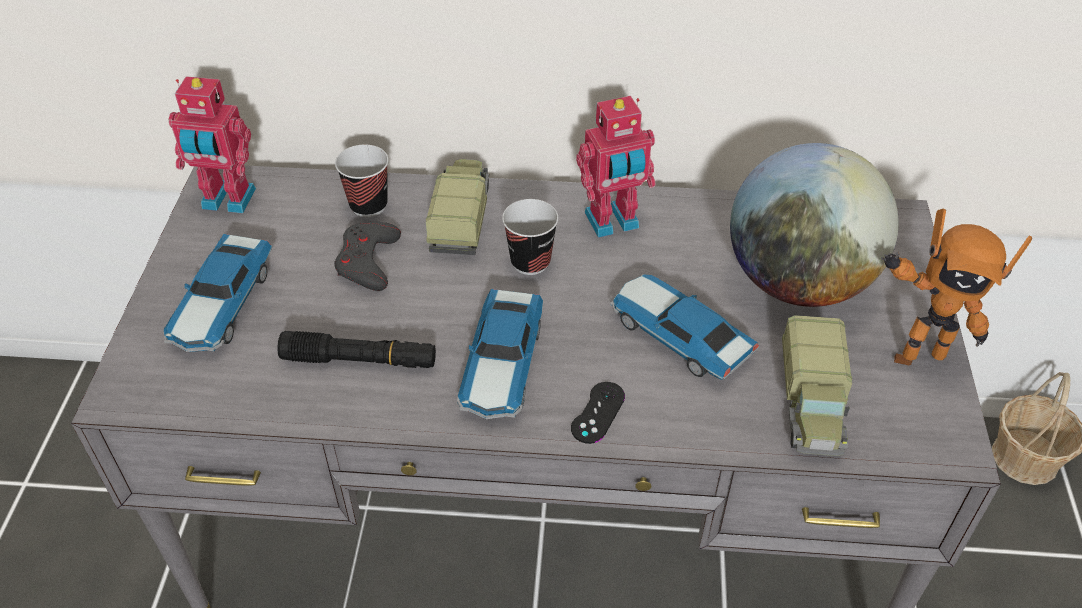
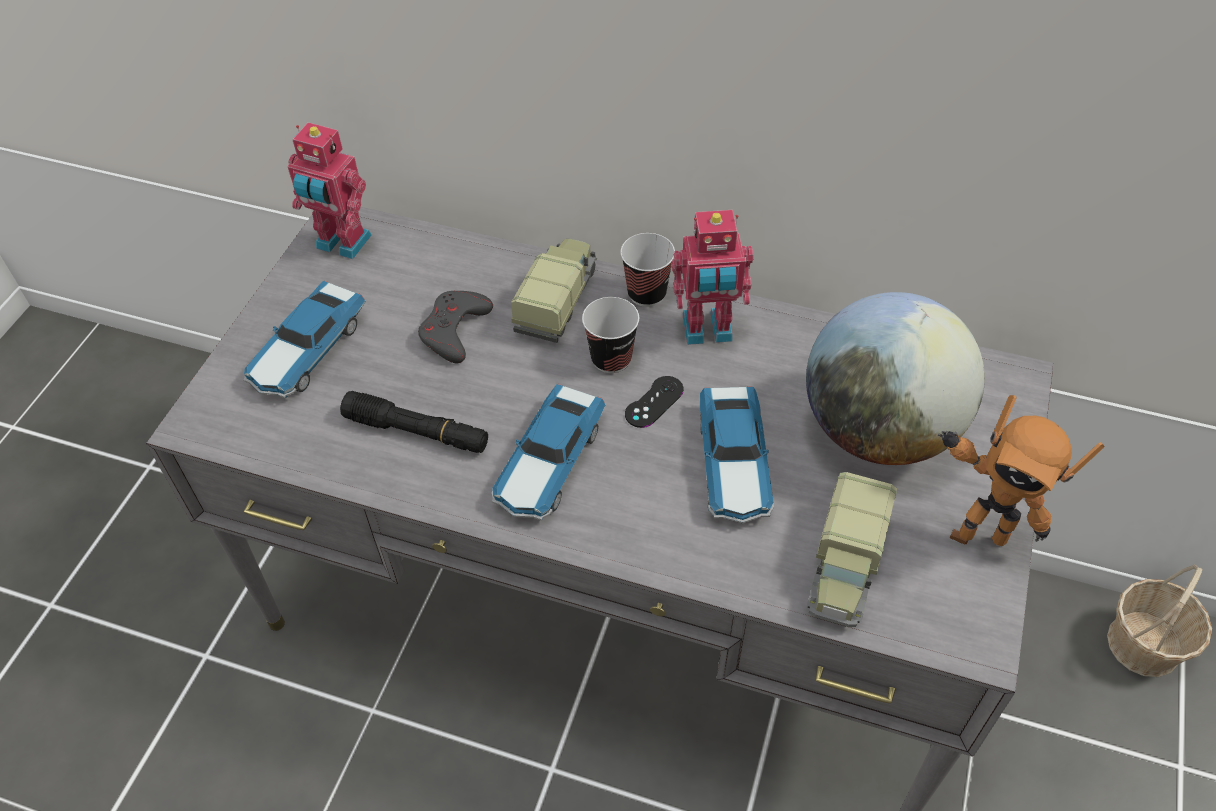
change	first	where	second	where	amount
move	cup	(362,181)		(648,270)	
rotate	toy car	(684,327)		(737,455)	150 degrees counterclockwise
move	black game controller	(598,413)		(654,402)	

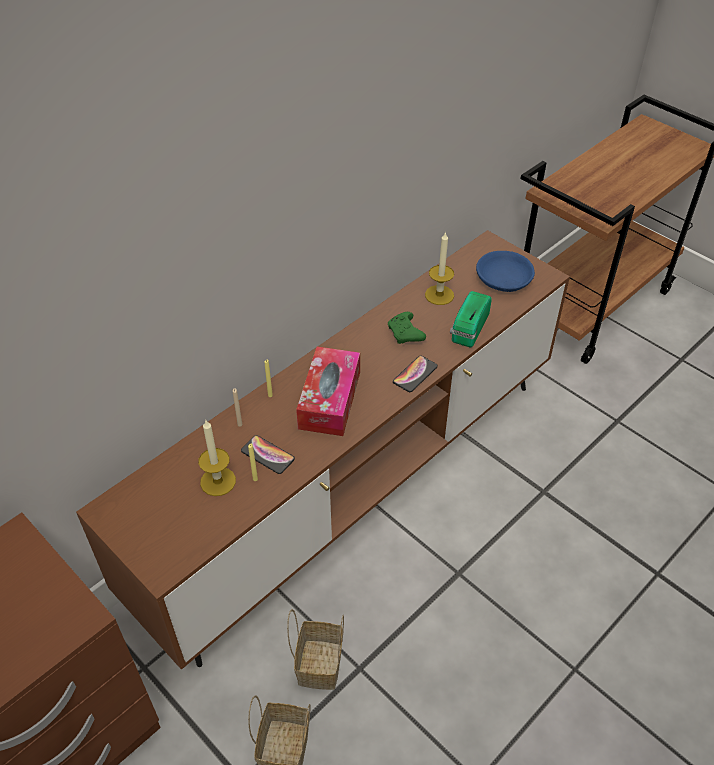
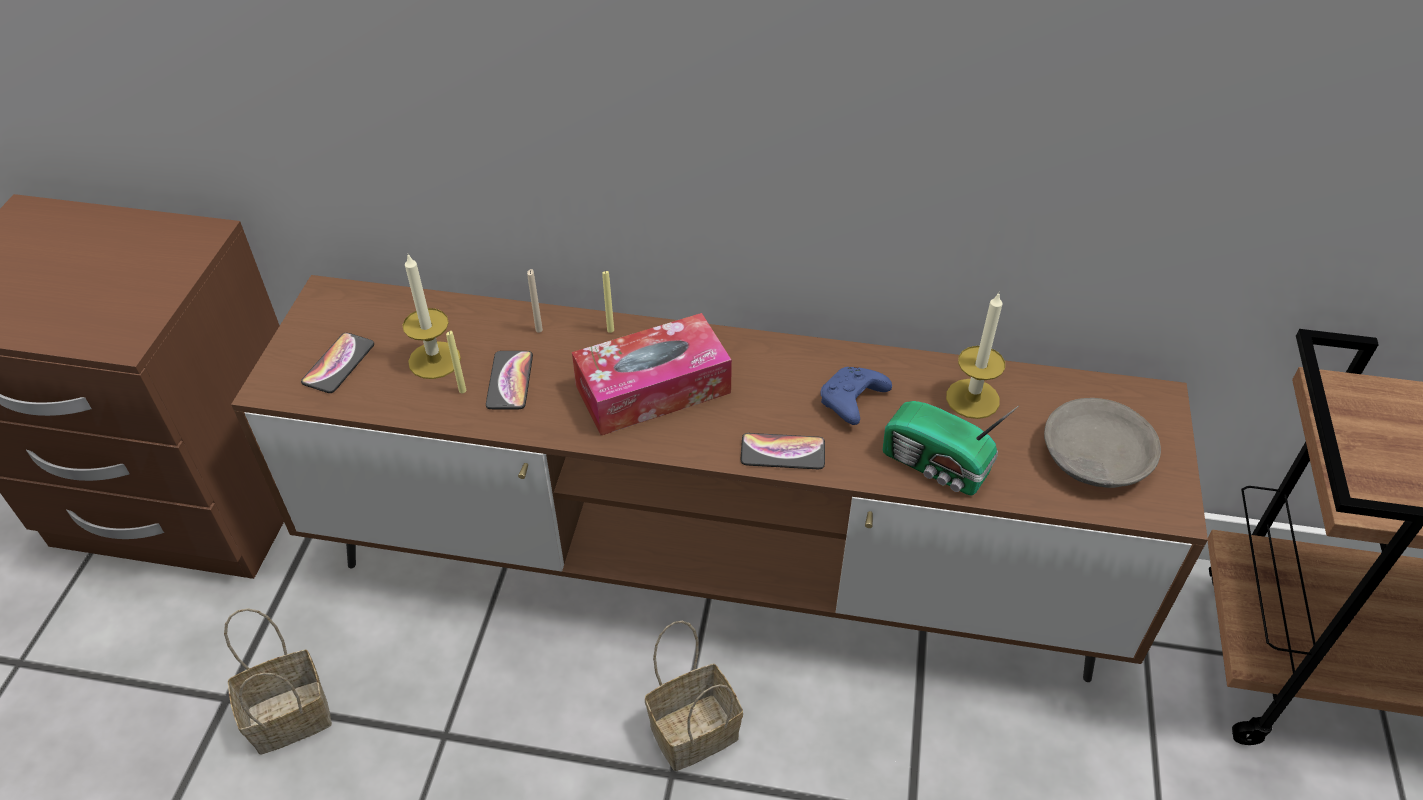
change	first	where	second	where	amount
recolor	blue bowl	(505,271)	grey bowl	(1102,443)	
rotate	radio	(470,319)		(951,448)	135 degrees counterclockwise
recolor	green game controller	(407,328)	blue game controller	(856,396)	
move	basket	(315,649)		(694,696)	
insert			phone	(337,363)	

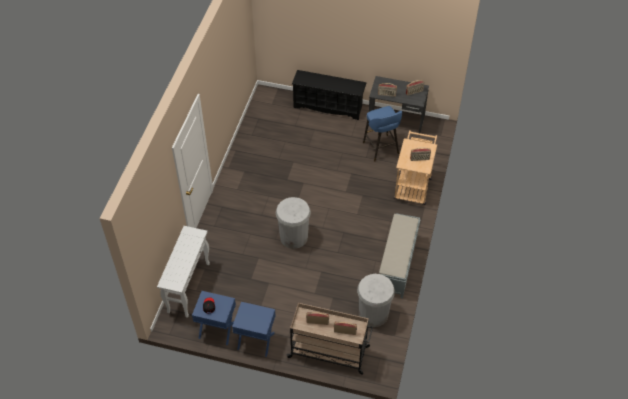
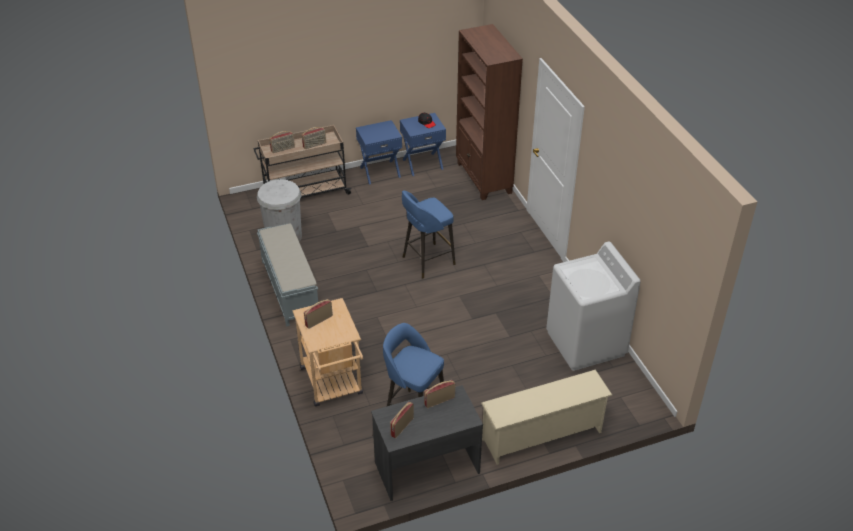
change	first	where	second	where	amount
recolor	black shoe rack	(329,95)	beige shoe rack	(547,417)	
replace	white trash can	(293,223)	blue stool	(429,234)	
replace	white console table	(183,272)	brown bookcase	(489,112)	
insert			white washing machine	(593,306)	

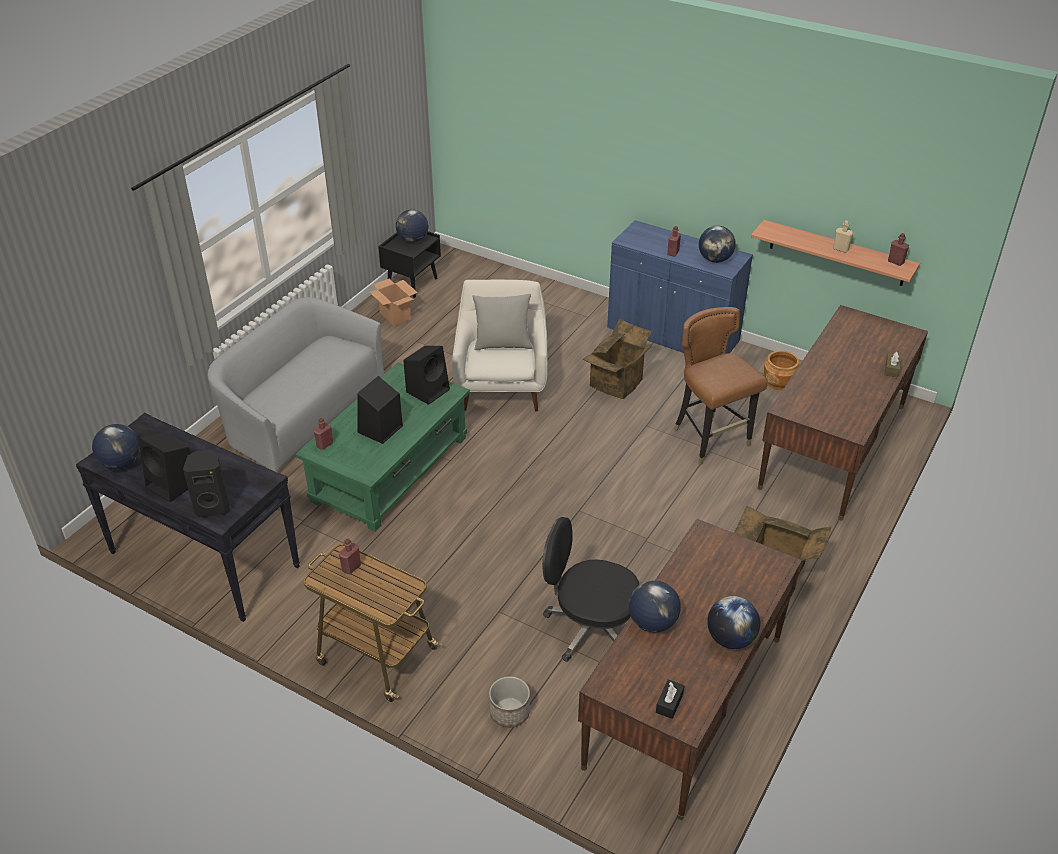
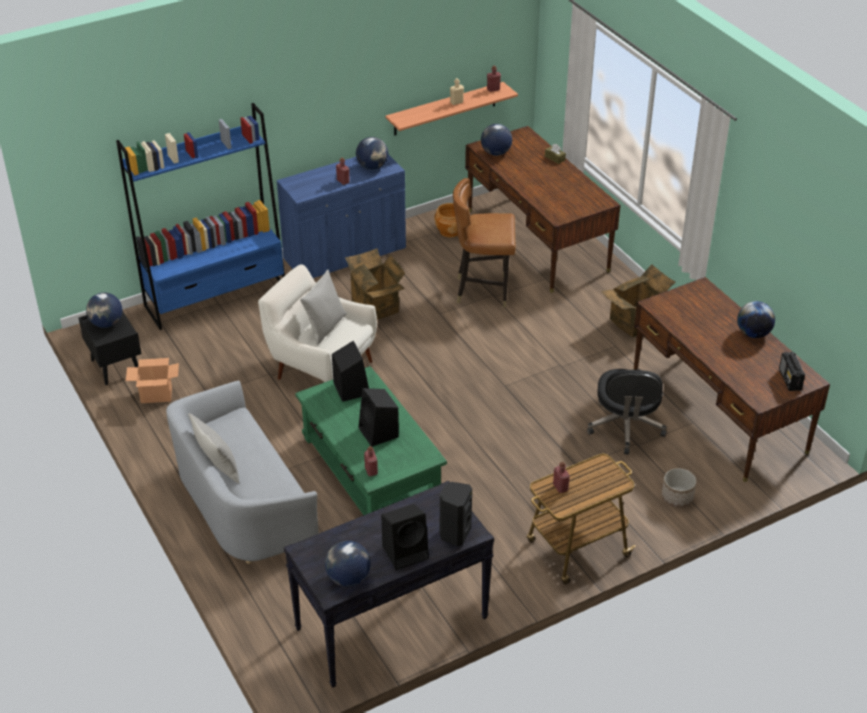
change	first	where	second	where	amount
rotate	black office chair	(590,589)		(627,412)	45 degrees counterclockwise
move	globe	(655,606)		(496,140)	
replace	black tissue box	(670,699)	radio	(792,371)	
insert			blue bookcase	(200,216)	
insert			grey pillow	(213,448)	

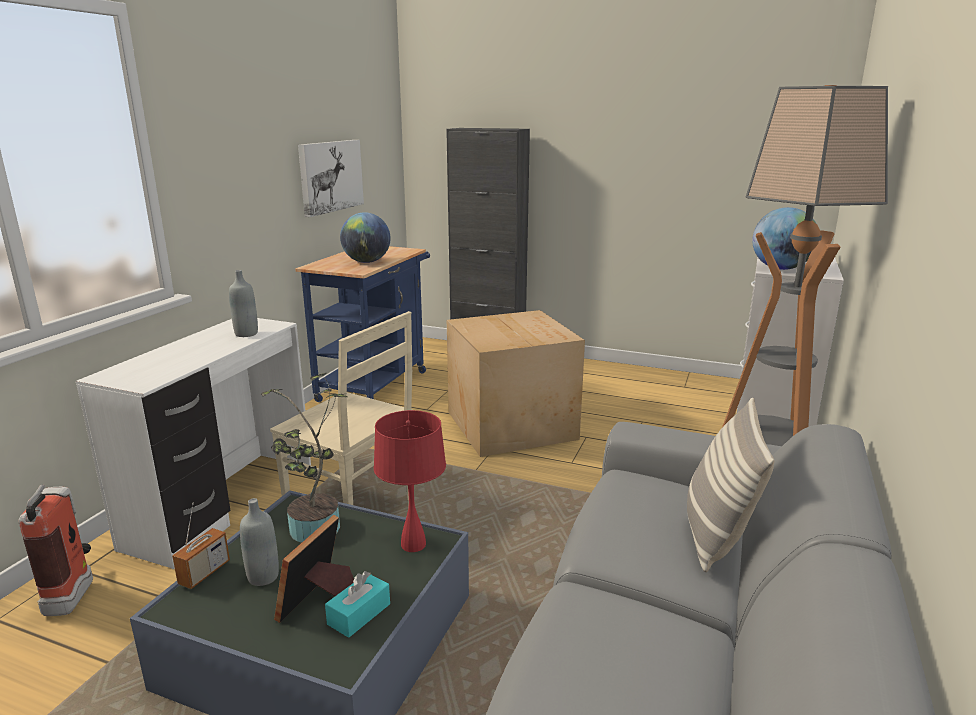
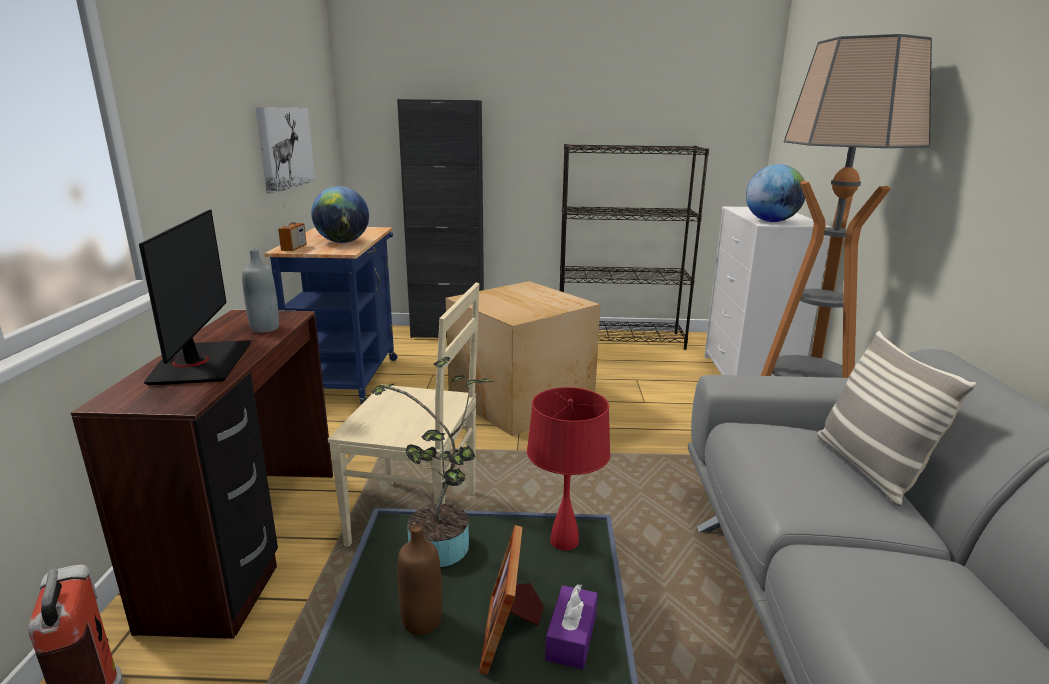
change	first	where	second	where	amount
recolor	white desk	(193,443)	brown desk	(202,474)	
recolor	grey bottle	(259,542)	brown bottle	(419,579)	
move	radio	(201,546)		(292,225)	
recolor	turquoise tissue box	(357,604)	purple tissue box	(571,627)	
insert			black bookcase	(634,247)	
insert			monitor	(195,297)	

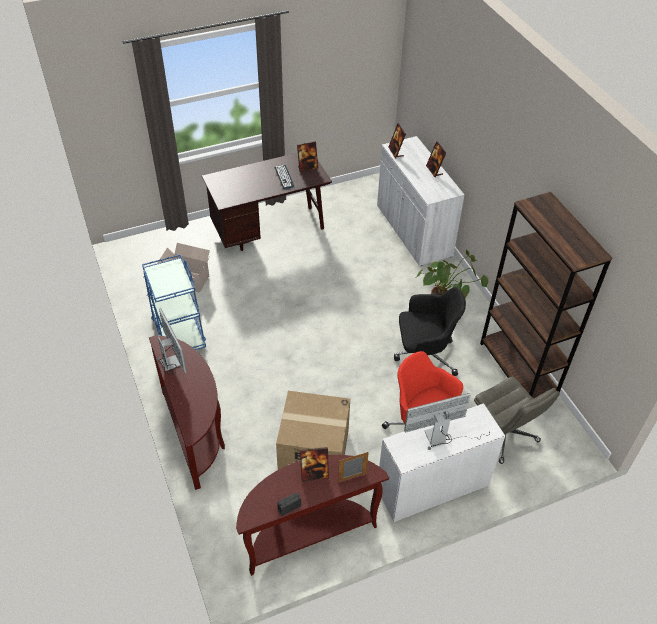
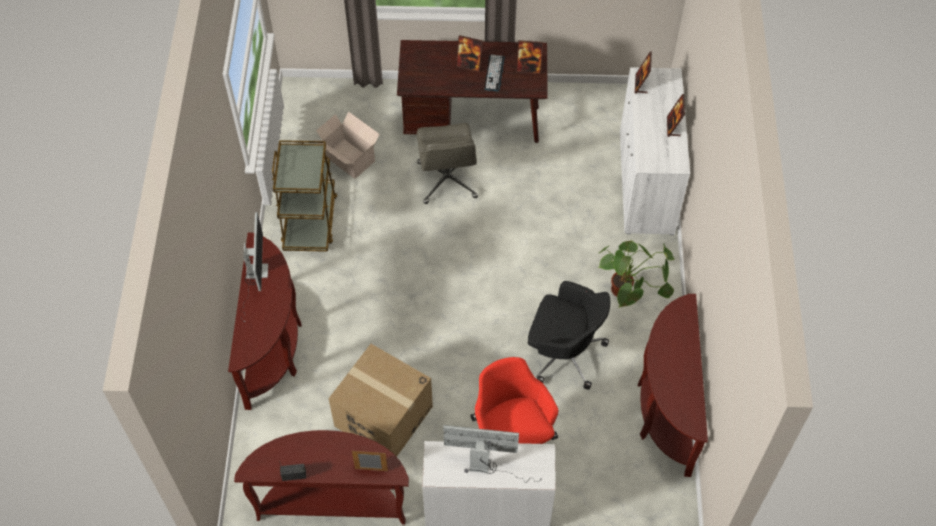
change	first	where	second	where	amount
replace	brown bookcase	(546,295)	brown console table	(673,385)	
recolor	blue cart	(174,302)	brown cart	(304,196)	
move	grey office chair	(517,420)		(447,163)	
move	picture frame	(314,464)		(469,53)	

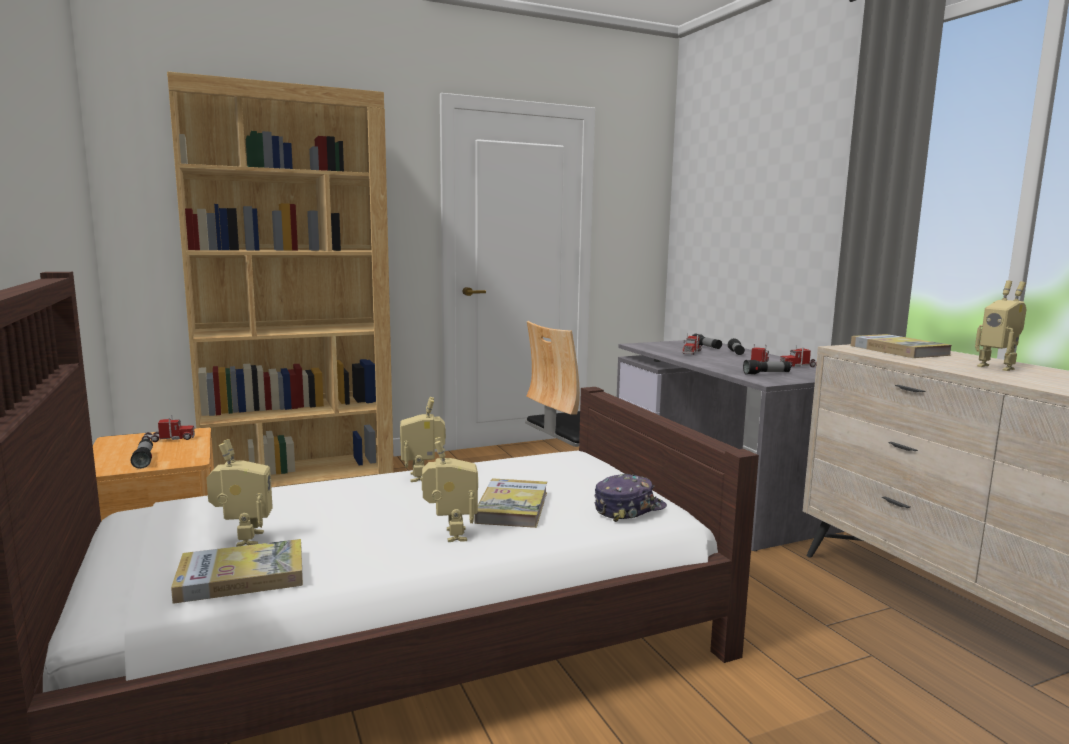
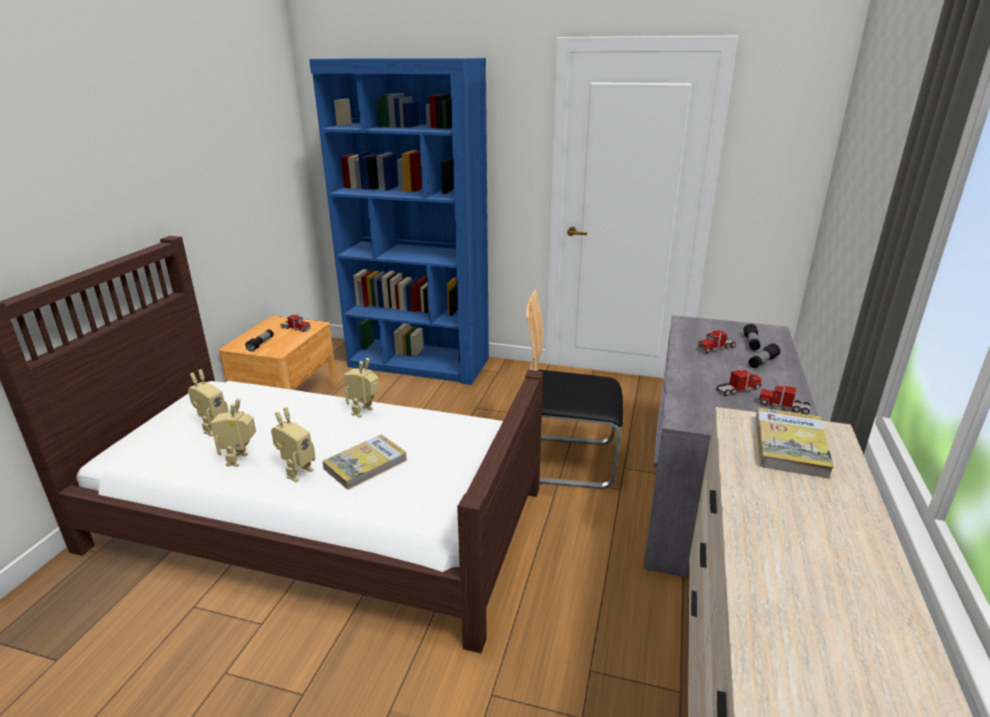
change	first	where	second	where	amount
recolor	brown bookcase	(280,279)	blue bookcase	(399,221)	
move	toy robot	(1000,325)		(233,432)	
delete	flashlight	(767,367)			
delete	cap	(630,498)			
delete	book	(237,571)			

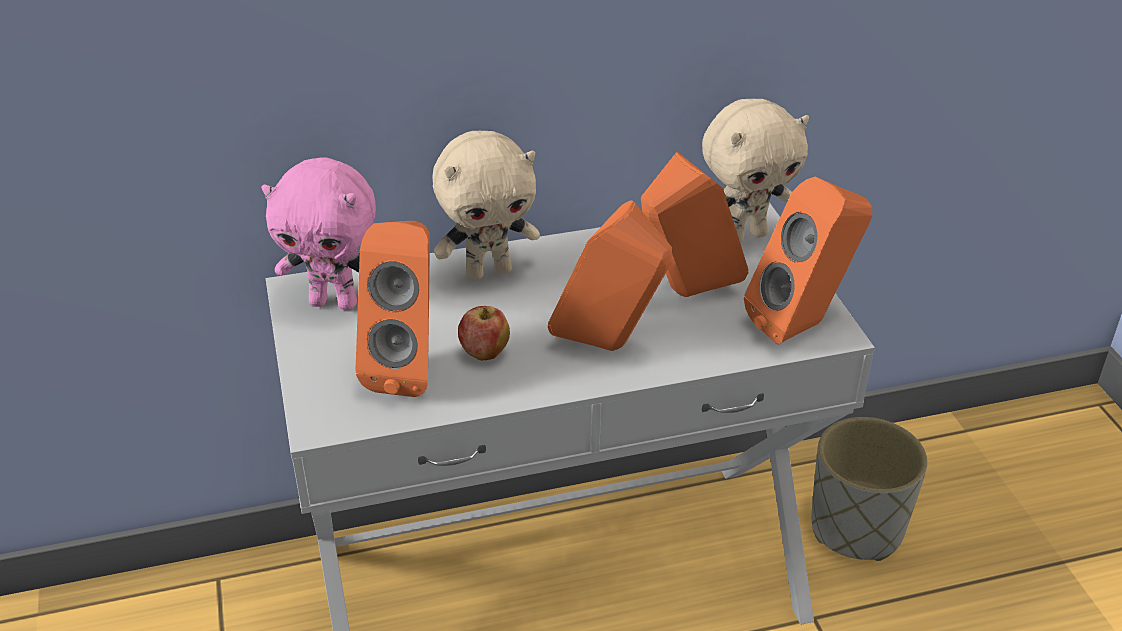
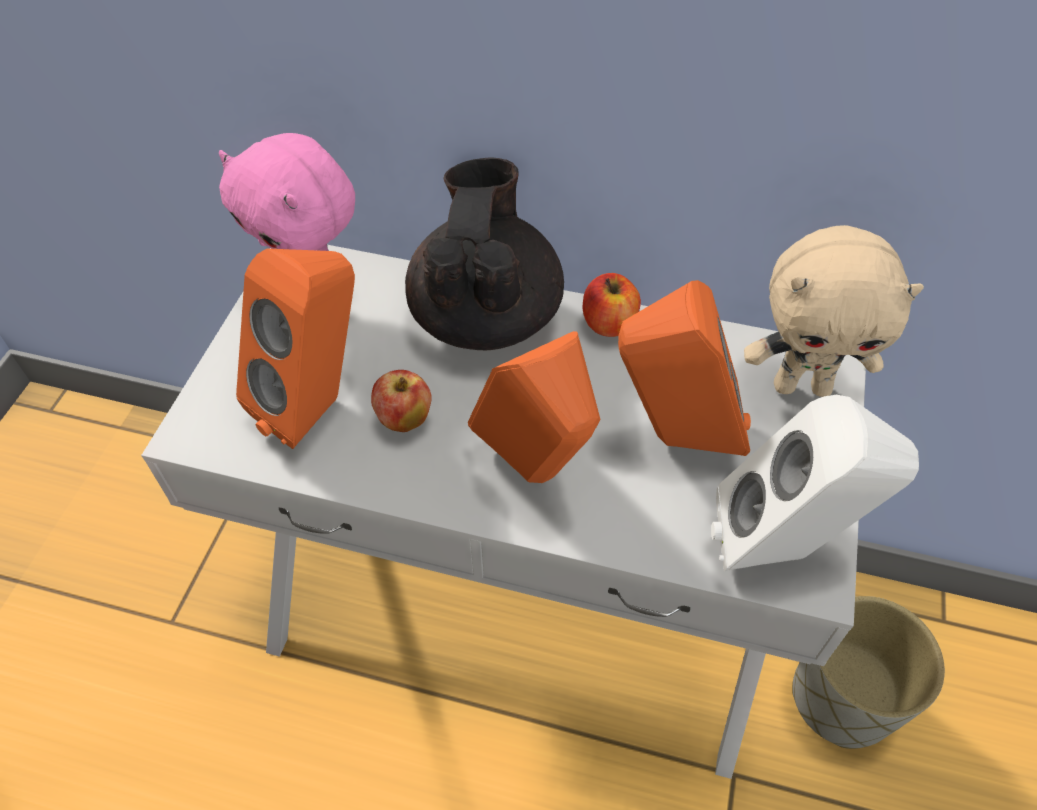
change	first	where	second	where	amount
replace	beige plush toy	(486,205)	black teapot	(484,254)	
recolor	orange speaker	(808,260)	white speaker	(815,483)	
insert			apple	(612,305)	

